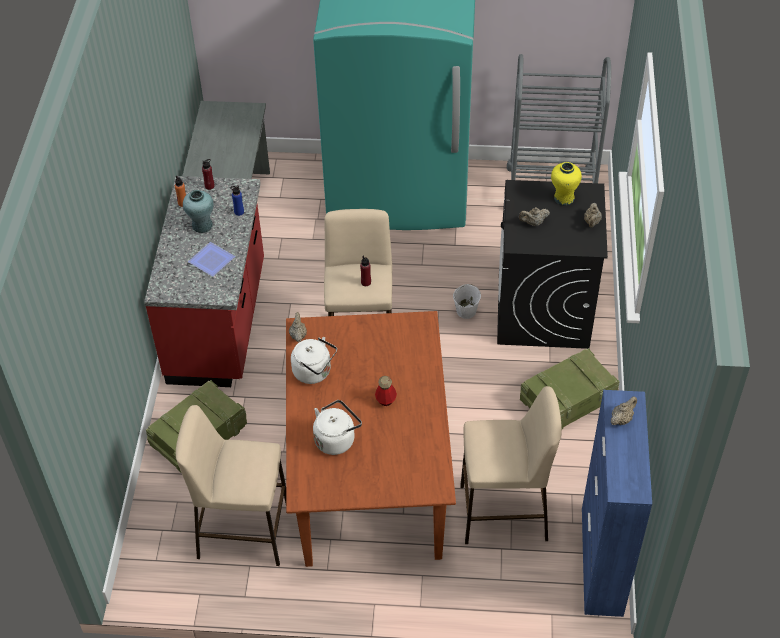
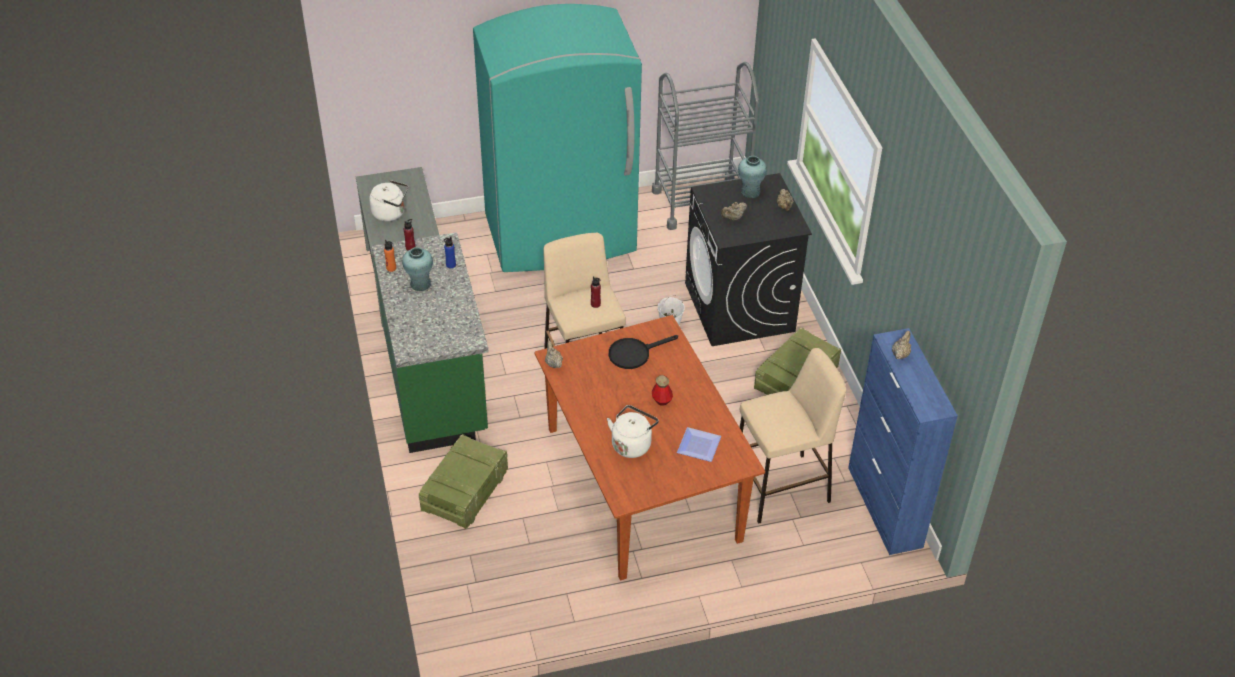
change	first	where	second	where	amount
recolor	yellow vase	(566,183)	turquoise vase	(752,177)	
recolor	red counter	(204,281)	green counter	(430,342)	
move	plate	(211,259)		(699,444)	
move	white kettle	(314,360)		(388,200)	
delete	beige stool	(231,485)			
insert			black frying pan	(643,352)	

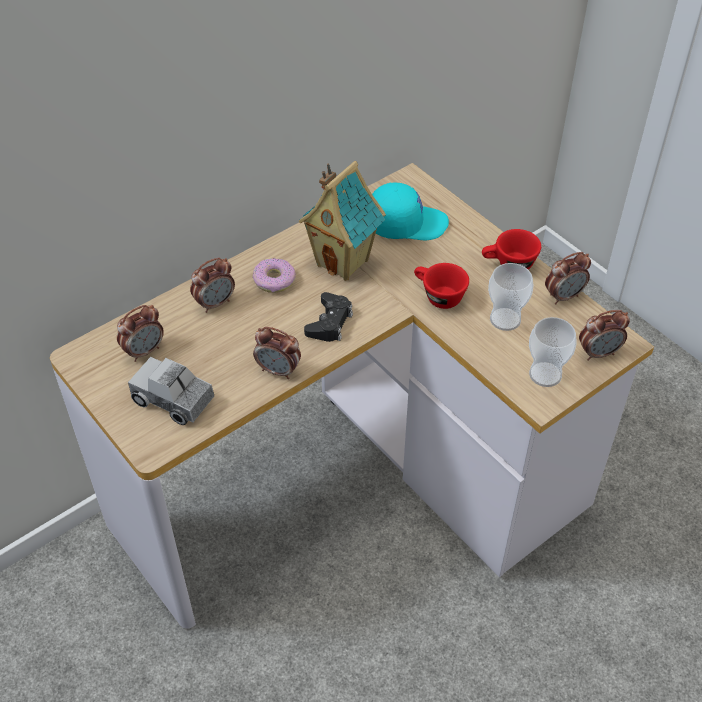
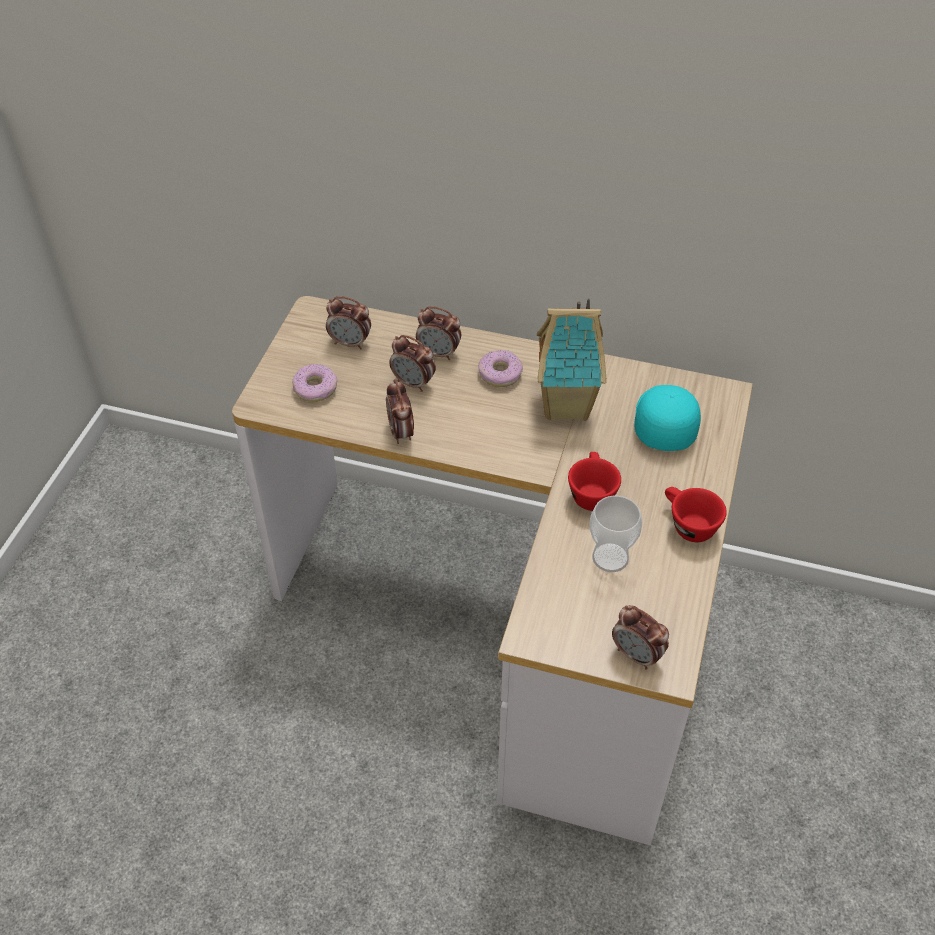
change	first	where	second	where	amount
rotate	turquoise cap	(410,211)		(667,418)	135 degrees counterclockwise
move	alarm clock	(568,278)		(412,363)	
delete	black game controller	(328,317)			
delete	cup	(553,352)			
replace	toy truck	(171,391)	donut	(314,383)	

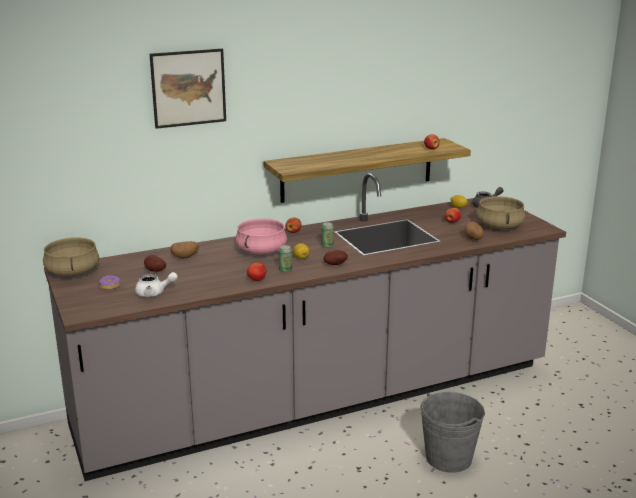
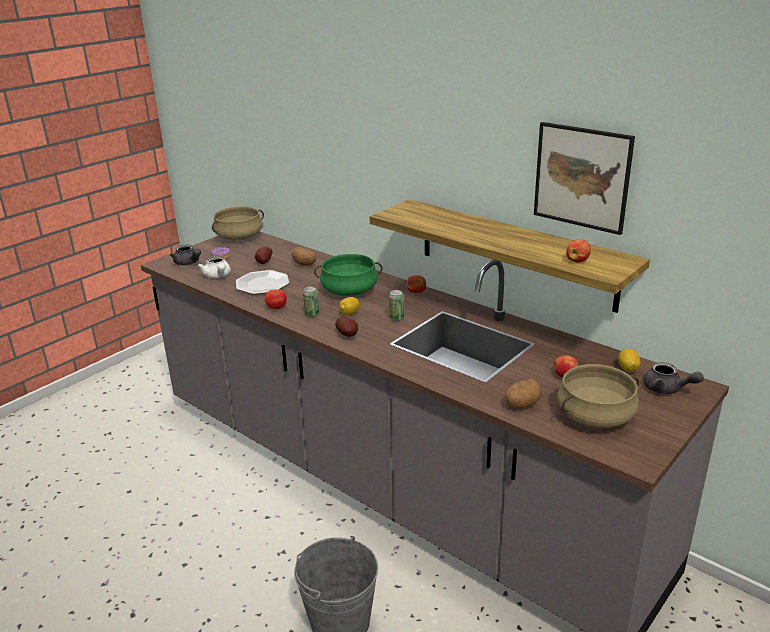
change	first	where	second	where	amount
move	picture	(188,89)		(584,178)	
recolor	pink cooking pot	(261,236)	green cooking pot	(348,275)	
insert			grey teapot	(185,255)	
insert			plate	(262,282)	

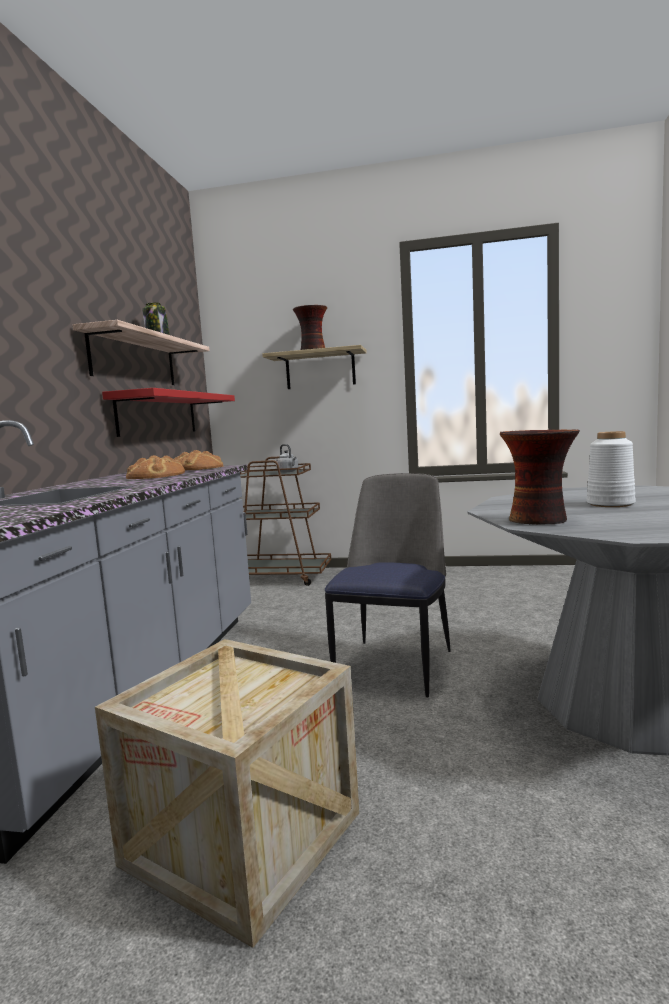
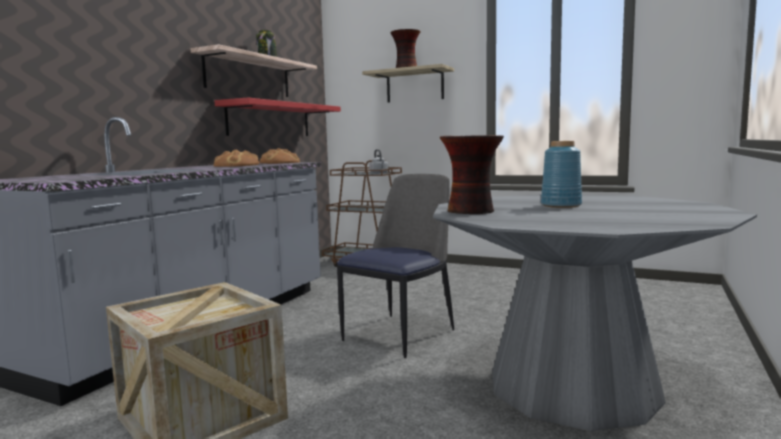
change	first	where	second	where	amount
recolor	white vase	(611,469)	blue vase	(561,174)	

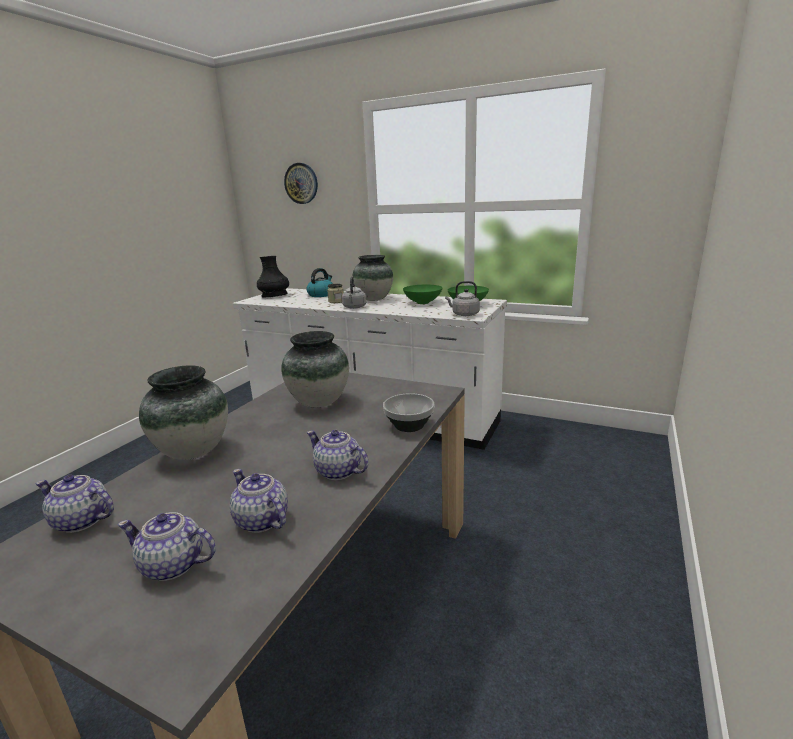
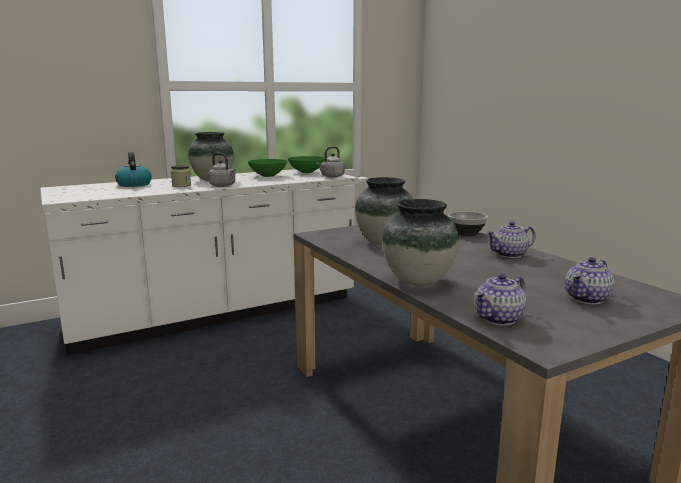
change	first	where	second	where	amount
delete	wall clock	(301,183)			
delete	black vase	(273,277)			
delete	teapot	(259,501)			

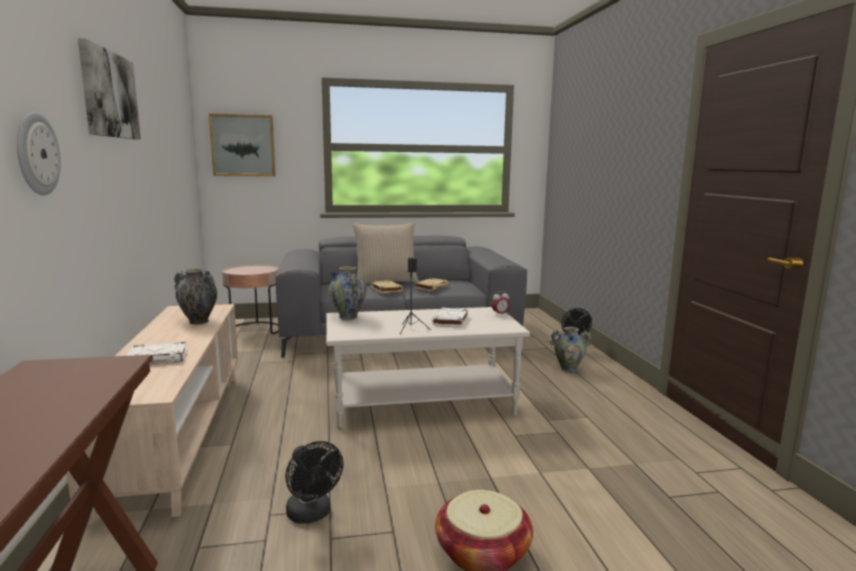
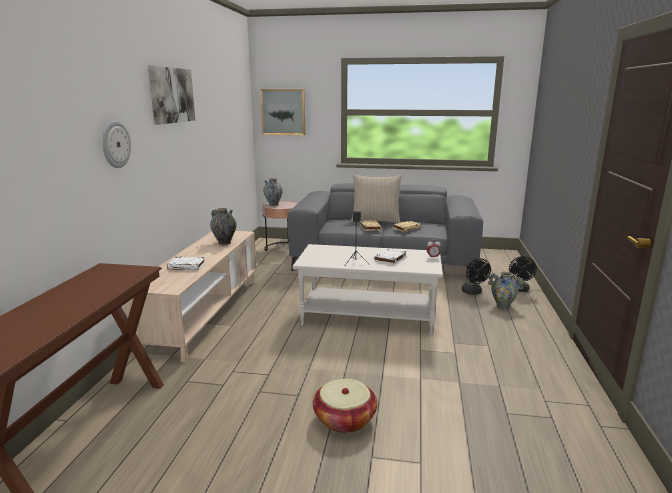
change	first	where	second	where	amount
move	vase	(347,293)		(273,192)	
move	black fan	(314,482)		(476,276)	

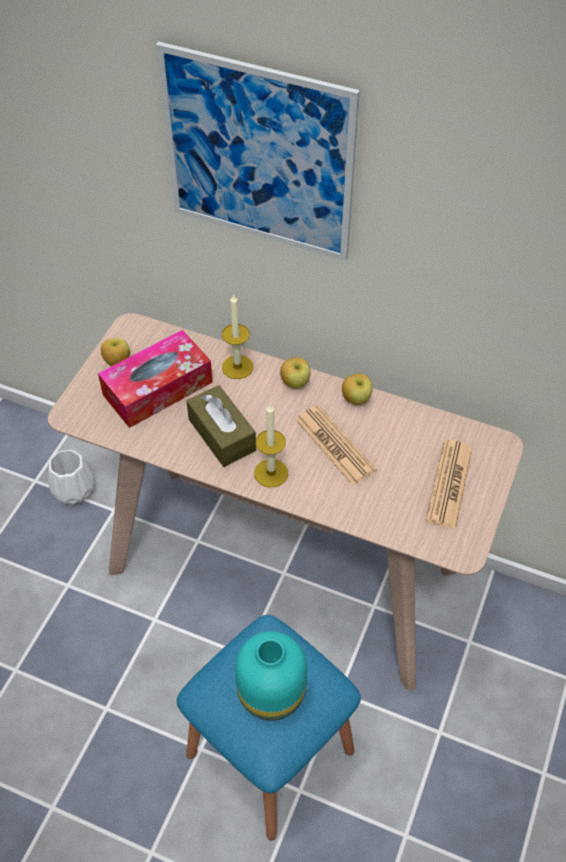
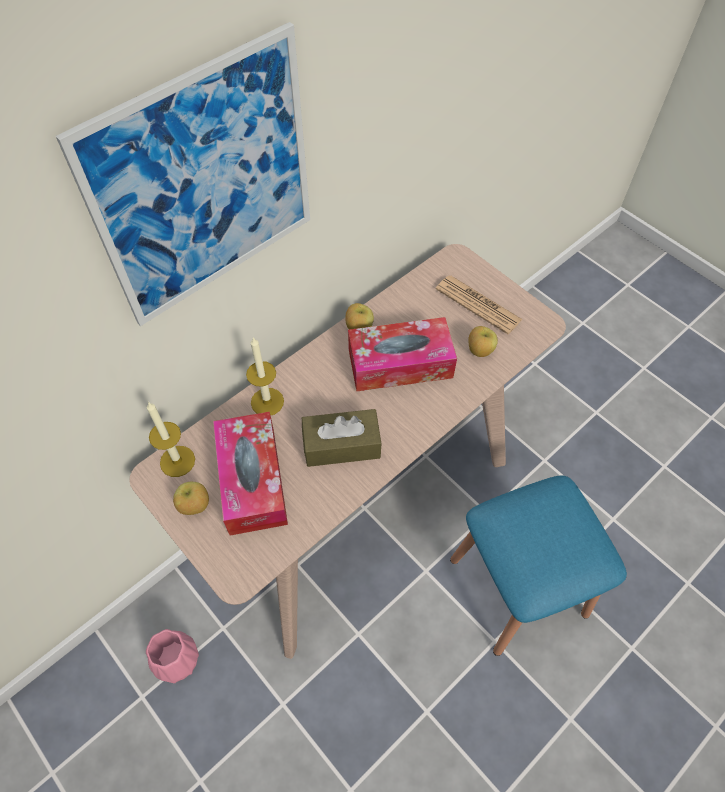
change	first	where	second	where	amount
move	apple	(295,373)		(483,341)	
move	candle	(271,445)		(171,439)	
replace	newspaper	(336,445)	tissue box	(402,354)	
recolor	white vase	(71,477)	pink vase	(172,656)	
delete	turquoise vase	(271,676)			

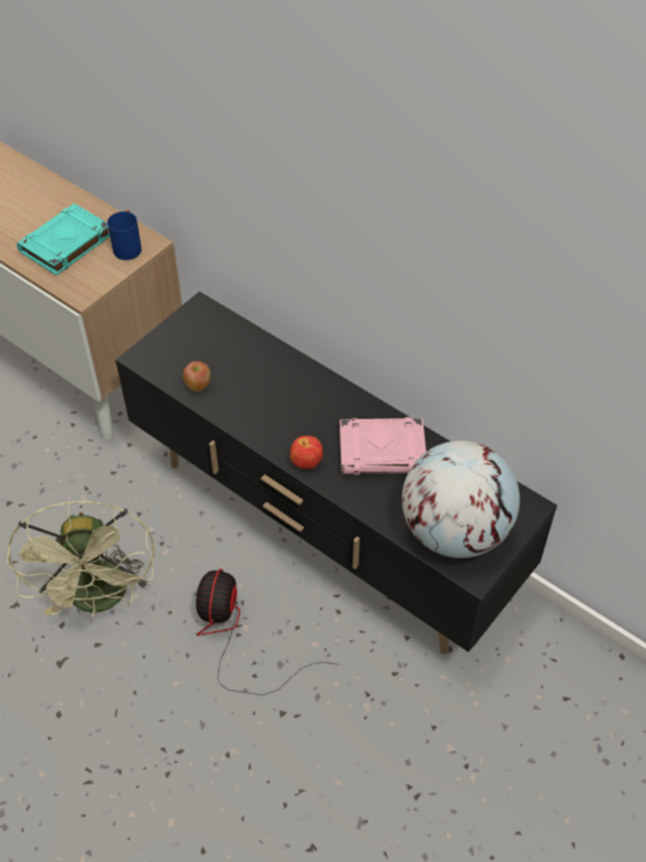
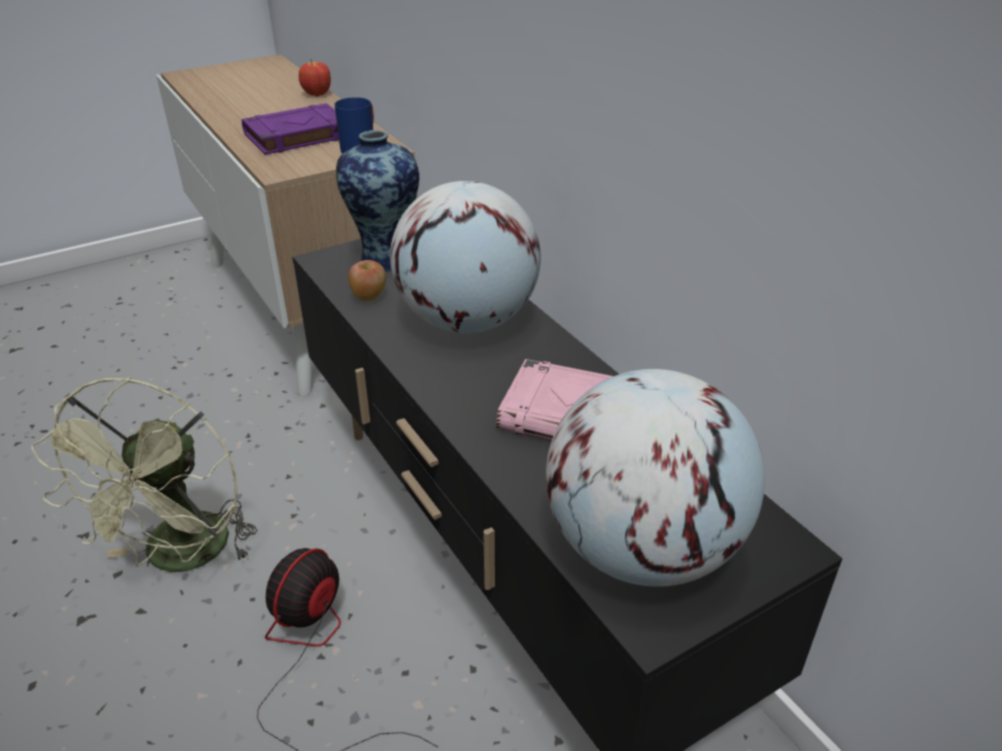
change	first	where	second	where	amount
recolor	turquoise book	(63,239)	purple book	(290,129)	
move	apple	(306,452)		(315,78)	
insert			vase	(377,201)	
insert			globe	(465,257)	

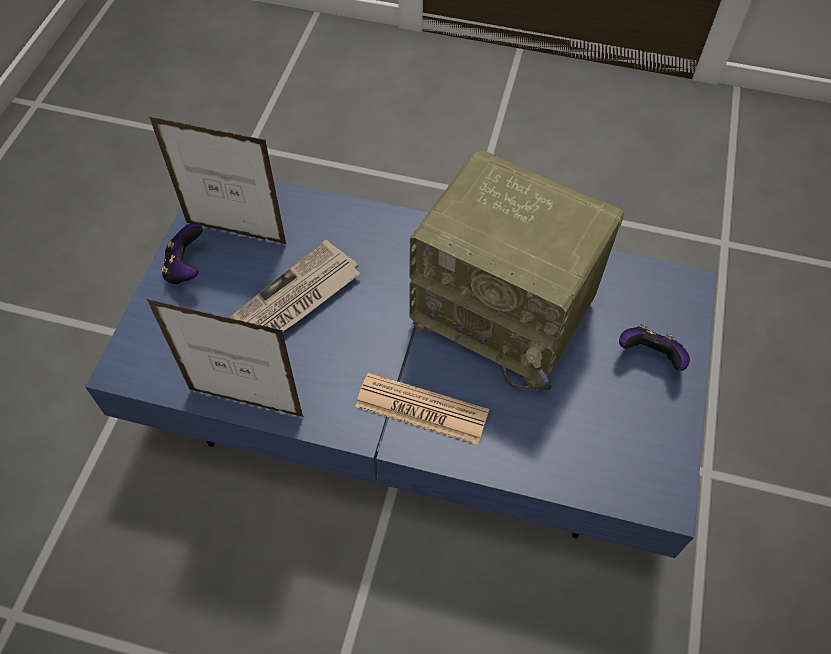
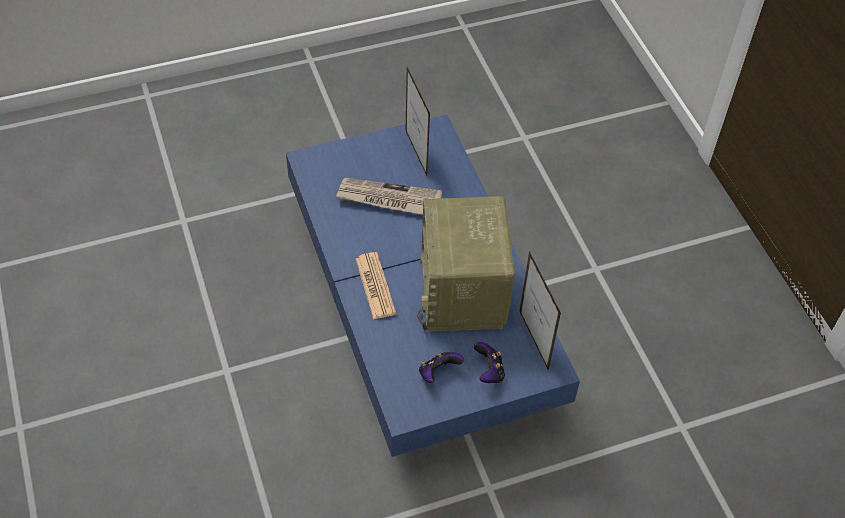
change	first	where	second	where	amount
move	game controller	(182,254)		(441,367)	
move	picture frame	(225,358)		(540,311)	

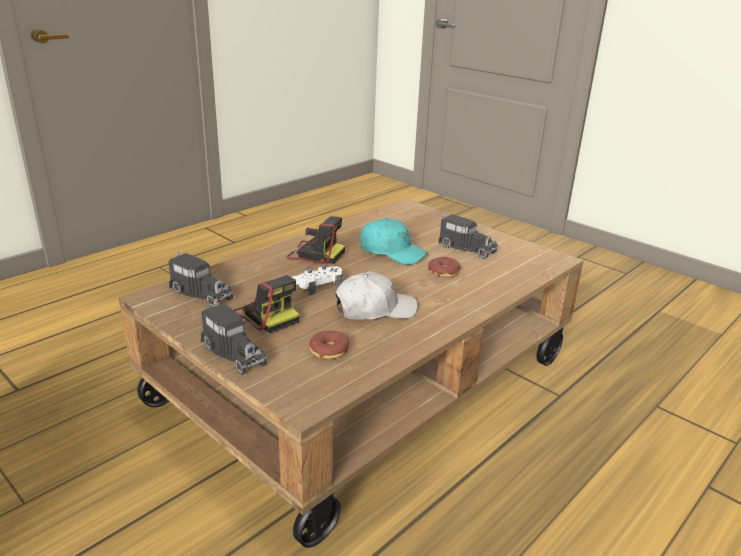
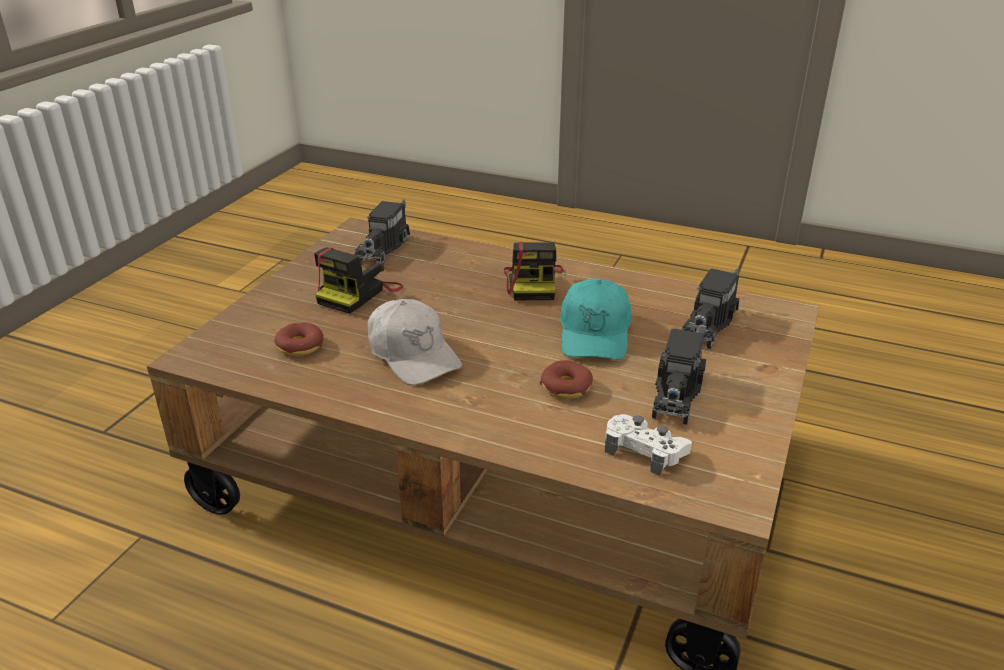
change	first	where	second	where	amount
move	white game controller	(317,279)		(648,445)	
move	toy truck	(234,337)		(711,308)	

